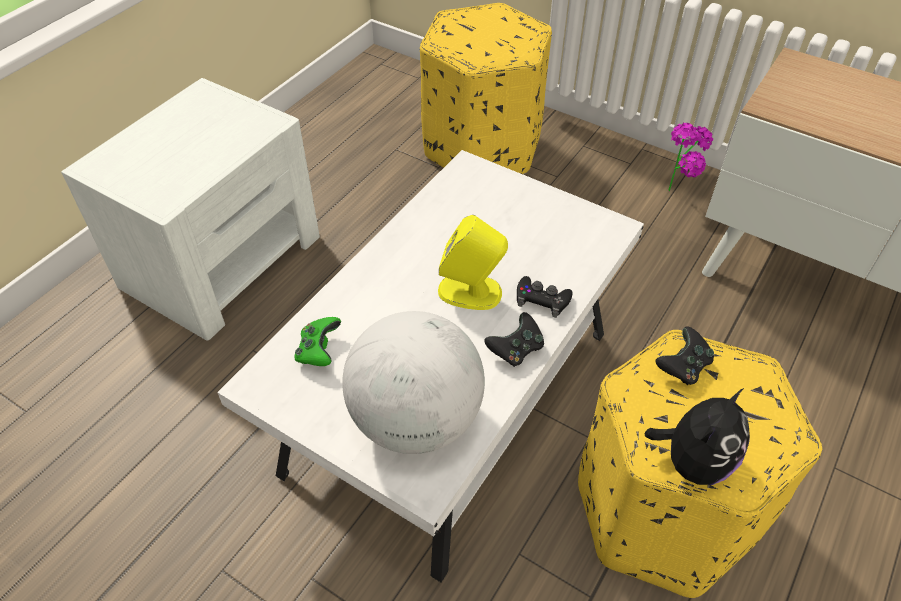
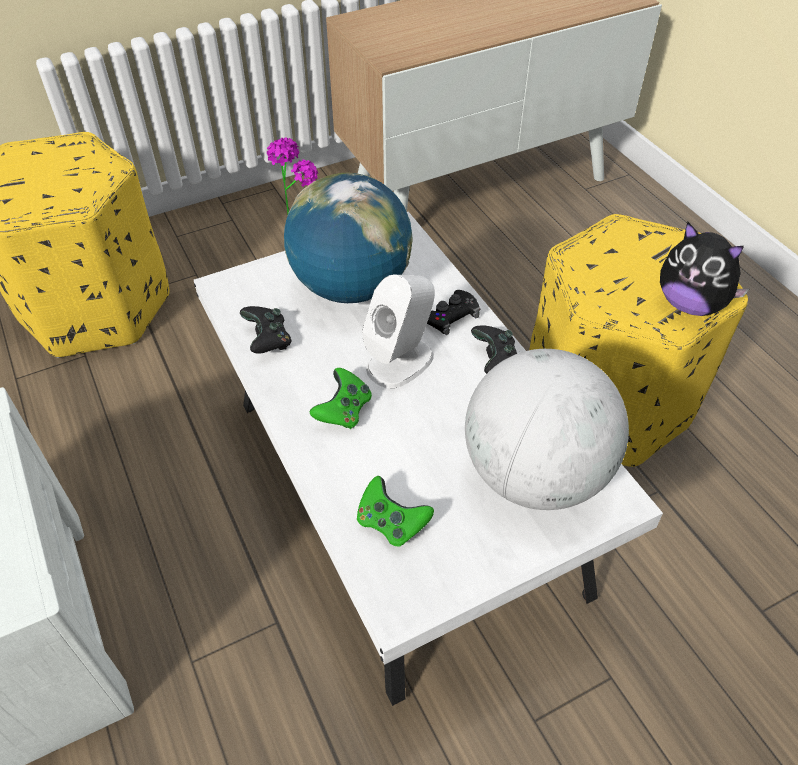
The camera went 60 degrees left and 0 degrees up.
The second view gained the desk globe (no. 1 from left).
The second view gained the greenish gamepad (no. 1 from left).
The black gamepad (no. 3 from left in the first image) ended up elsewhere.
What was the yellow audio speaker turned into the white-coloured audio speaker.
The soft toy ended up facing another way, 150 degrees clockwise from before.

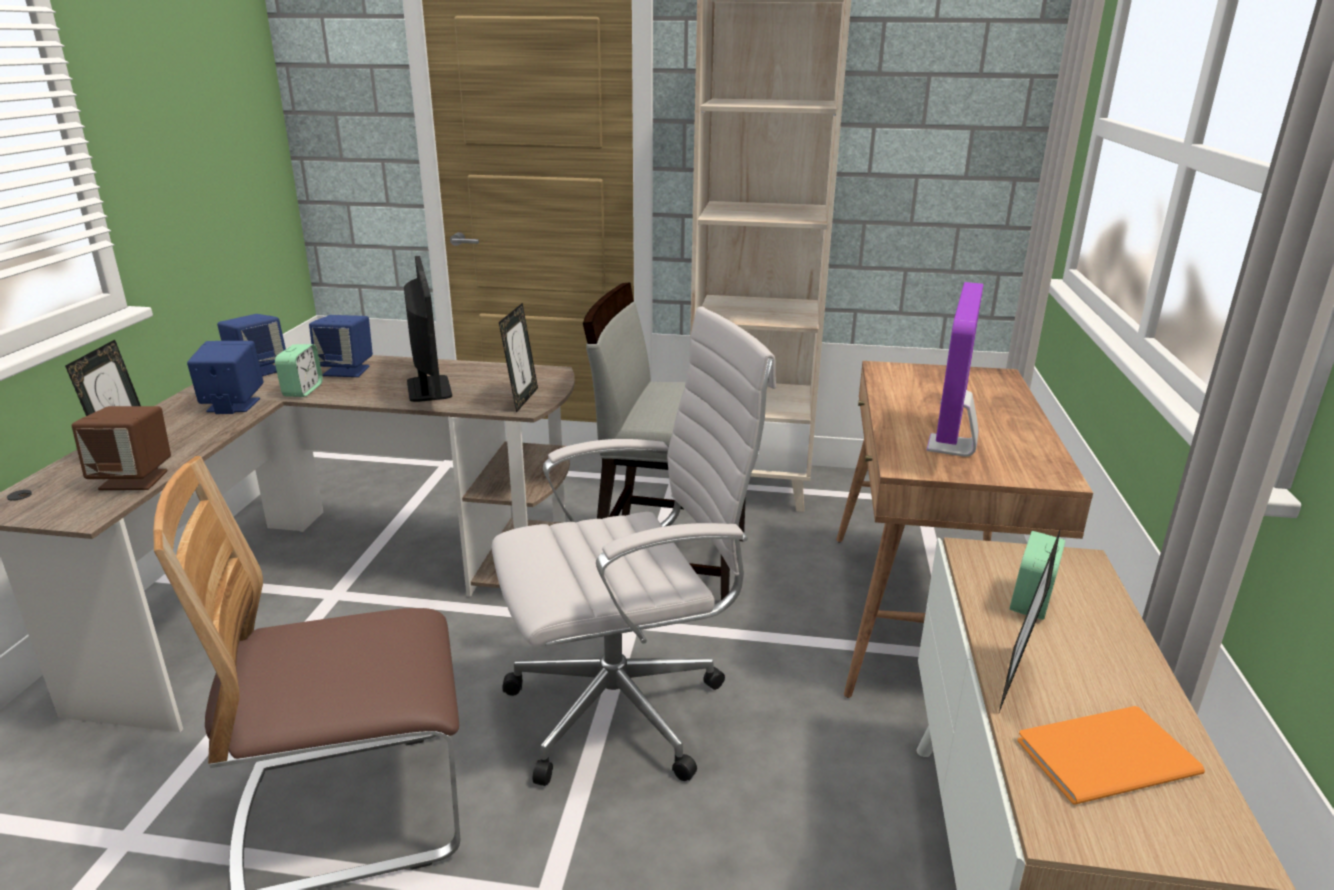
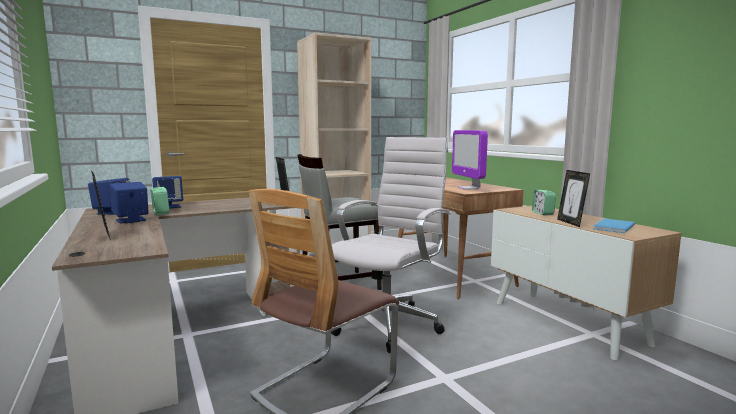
The camera went 35 degrees left and 15 degrees down.
The second view lost the brownish audio speaker.
The second view lost the computer display (no. 1 from left).
What was the orangey volume turned into the blue volume.

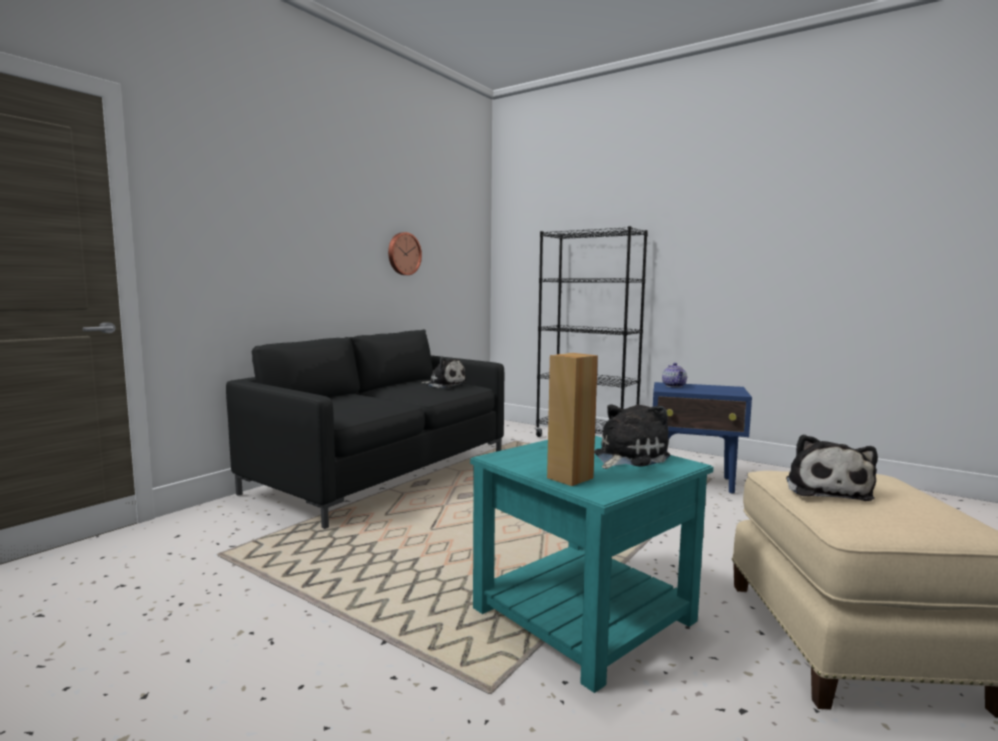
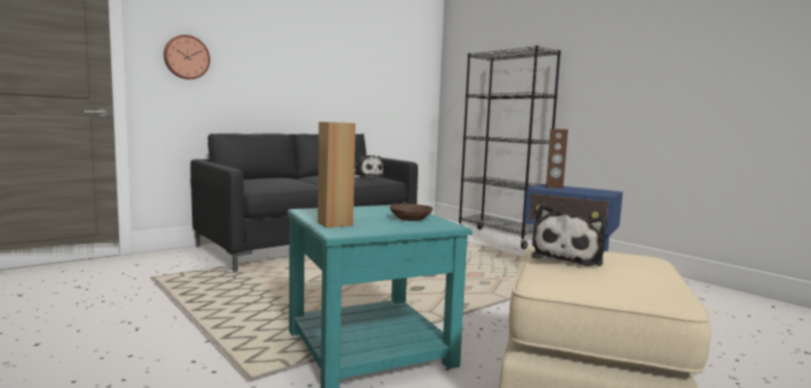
The camera went 15 degrees right and 0 degrees up.
The clock on the wall ended up elsewhere.
Where the soft toy (no. 2 from left) stood, the brownish deep dish came to stand.
Where the tea pot stood, the brownish audio speaker (no. 2 from left) came to stand.

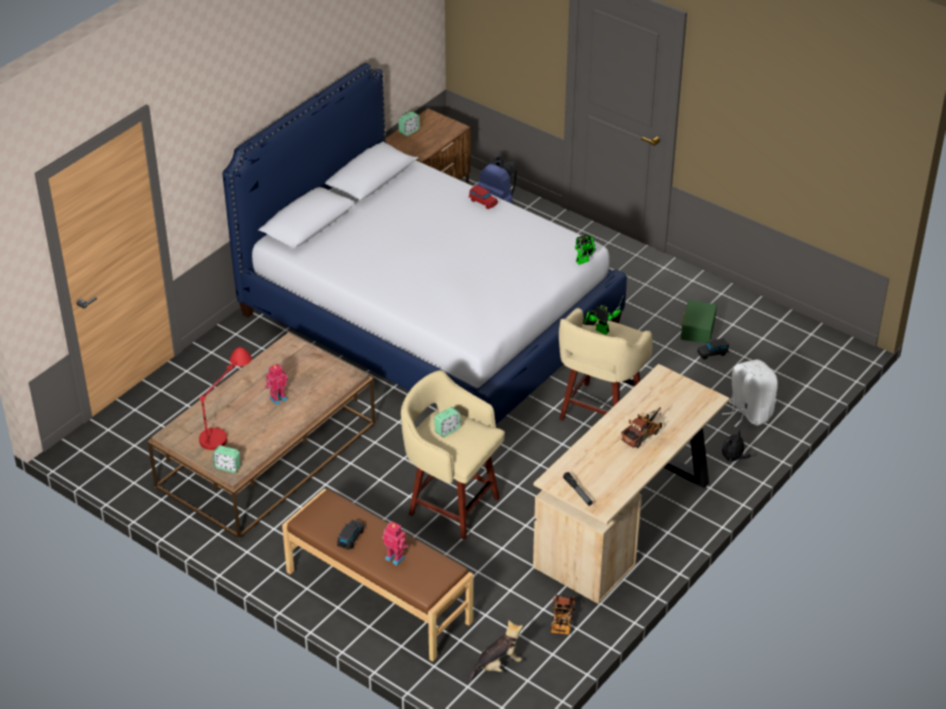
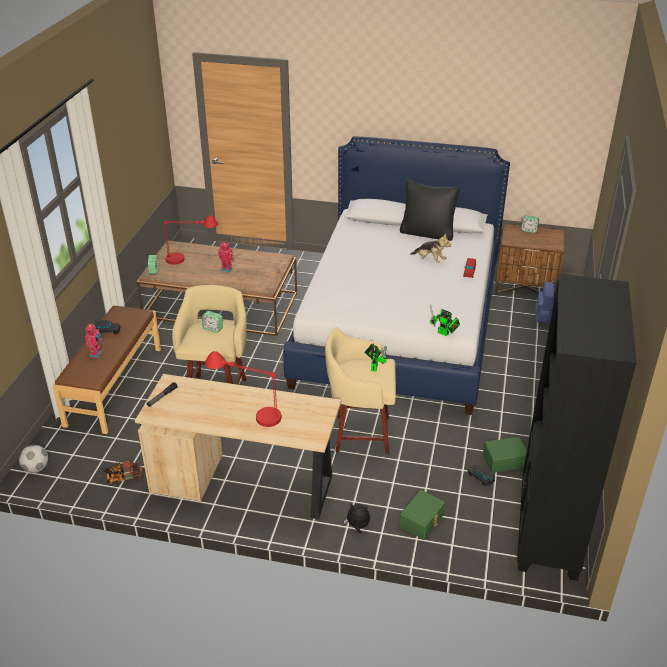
The camera went 65 degrees right and 5 degrees down.
The second view gained the football.
The second view gained the black cushion.
The second view gained the black bookshelf.
The soft toy (no. 1 from left in the first image) ended up elsewhere.
Where the toy truck (no. 2 from left) stood, the red-coloured lamp for a table (no. 2 from left) came to stand.
Where the white-coloured knapsack stood, the greenish storage container (no. 1 from left) came to stand.

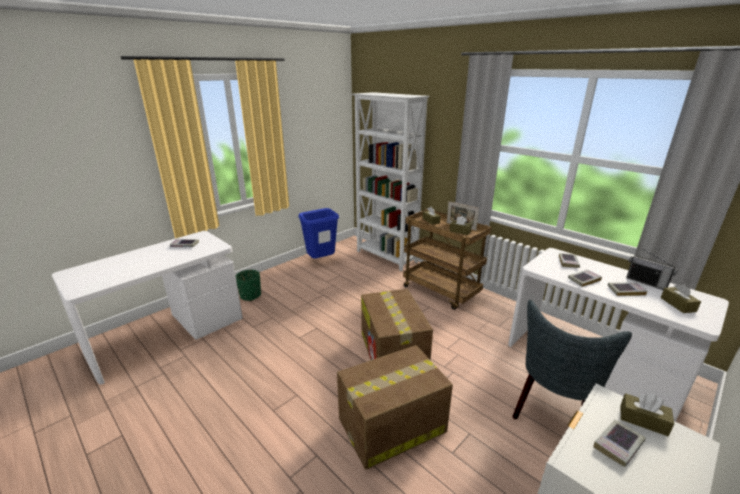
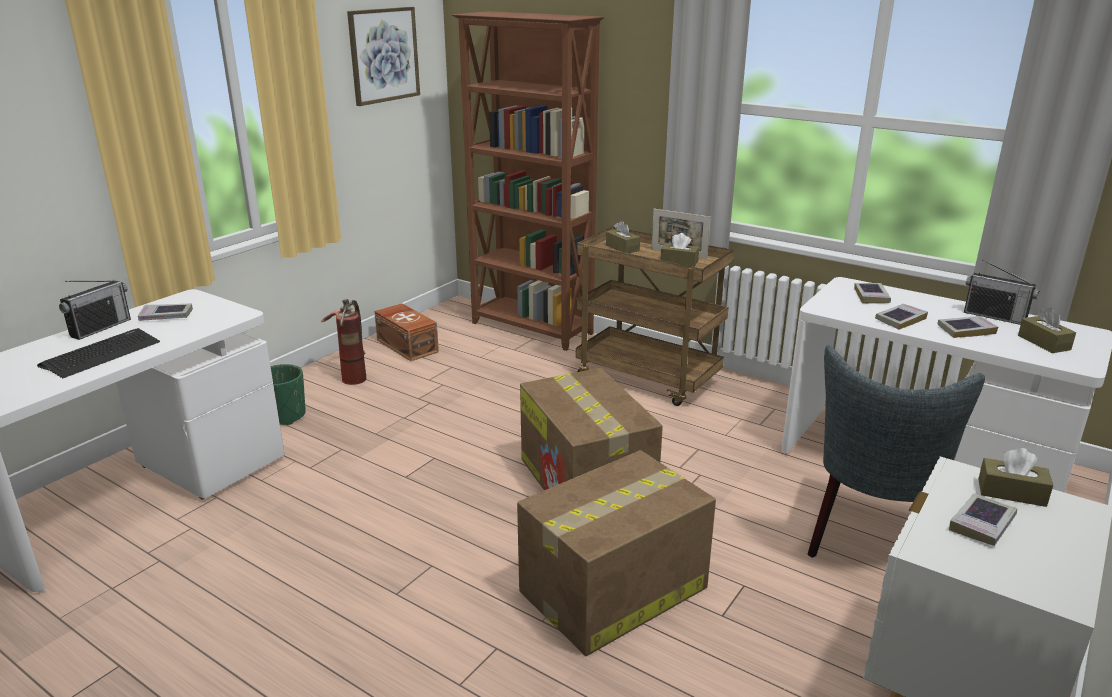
The camera went 10 degrees left and 0 degrees up.
The second view gained the computer keyboard.
The second view gained the radio set (no. 1 from left).
The second view gained the extinguisher.
The second view gained the wall picture.
Where the blue waste bin stood, the brownish storage container came to stand.
What was the white-coloured bookshelf turned into the brownish bookshelf.

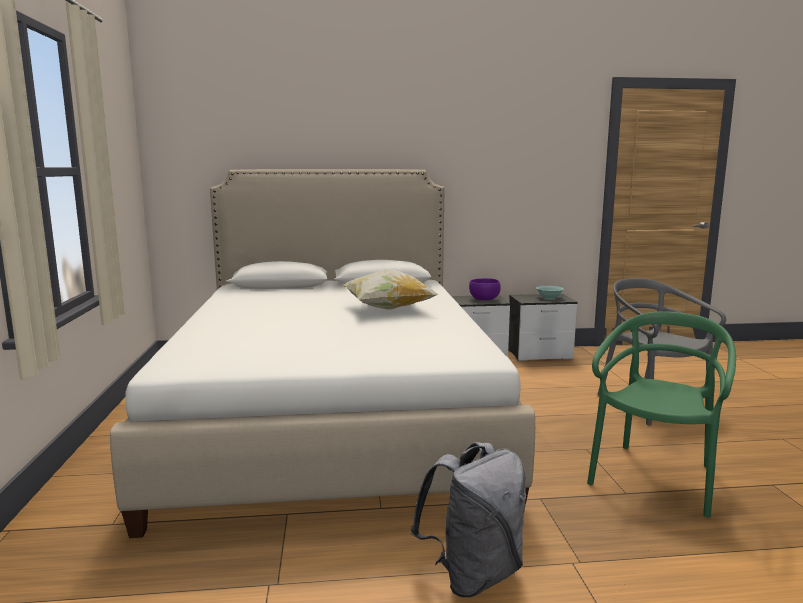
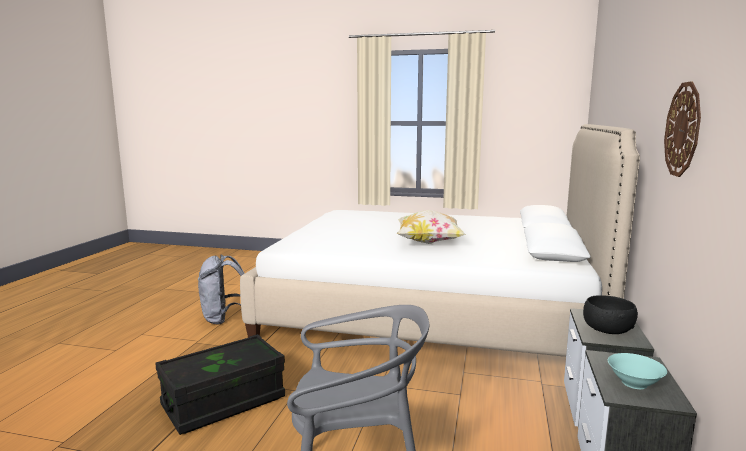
The camera went 110 degrees right and 0 degrees up.
The second view gained the clock on the wall.
Where the greenish plain chair stood, the black storage container came to stand.
What was the purplish deep dish turned into the black deep dish.

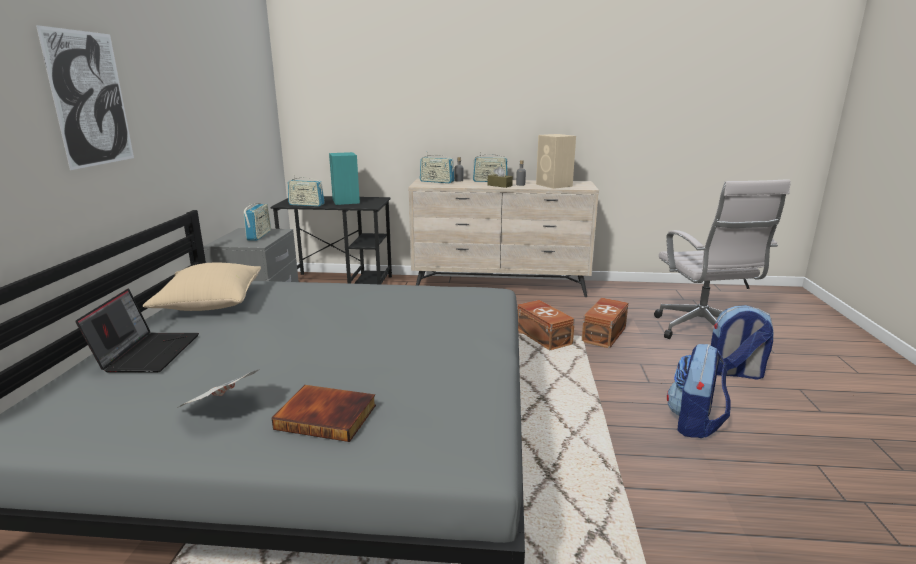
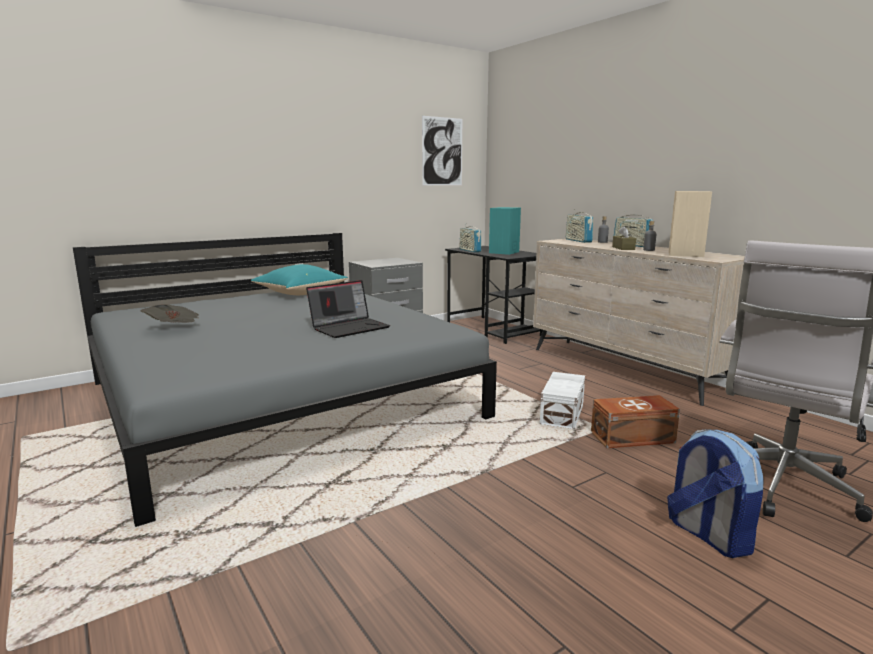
The camera went 50 degrees right and 5 degrees down.
The second view lost the radio set (no. 1 from left).
The second view lost the volume.
The second view lost the knapsack (no. 1 from left).
The wall picture ended up elsewhere.
The notebook computer ended up elsewhere.
What was the beige cushion turned into the turquoise cushion.
What was the brownish storage container (no. 1 from left) turned into the white-coloured storage container.

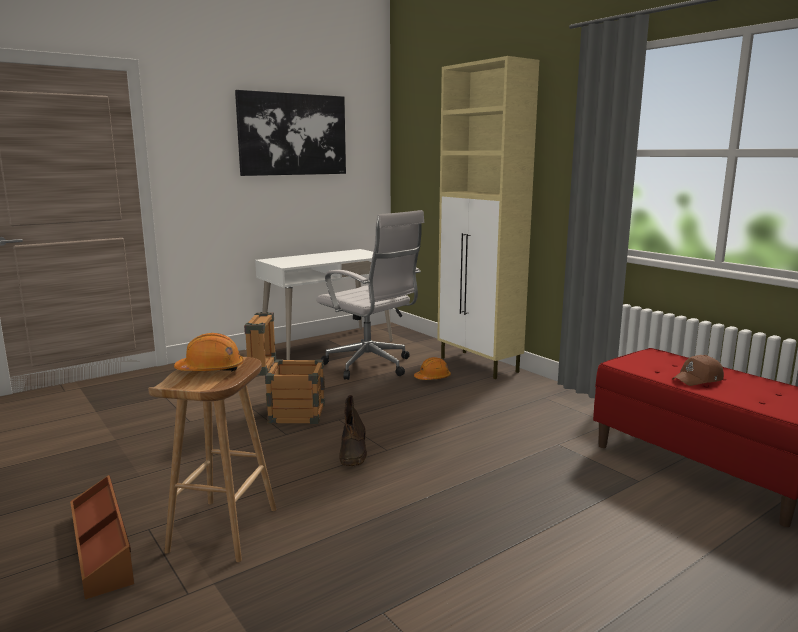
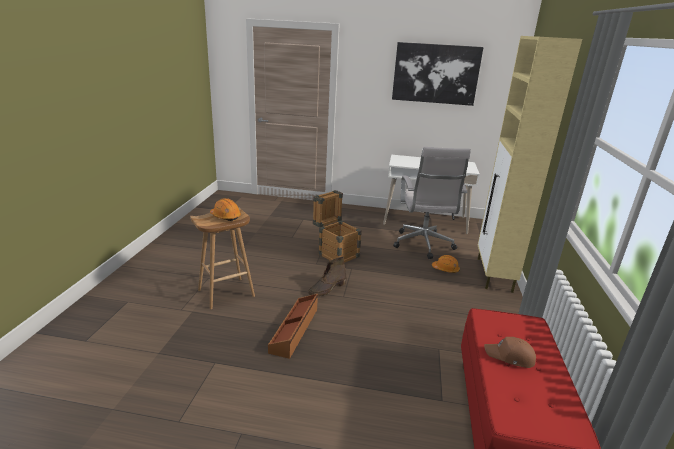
The camera went 45 degrees right and 10 degrees up.
The brownish storage container ended up elsewhere.

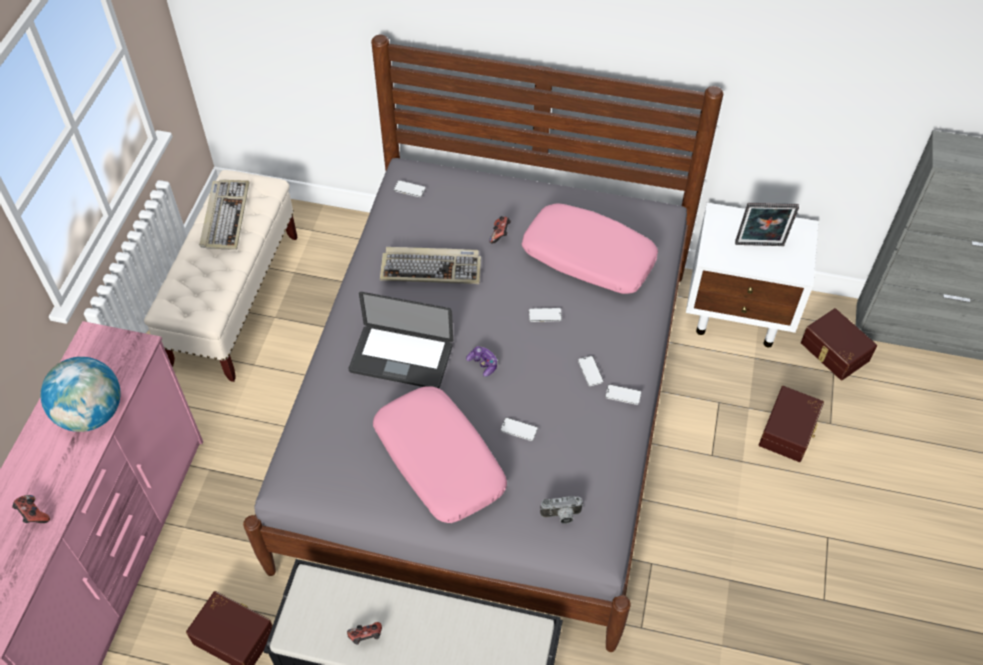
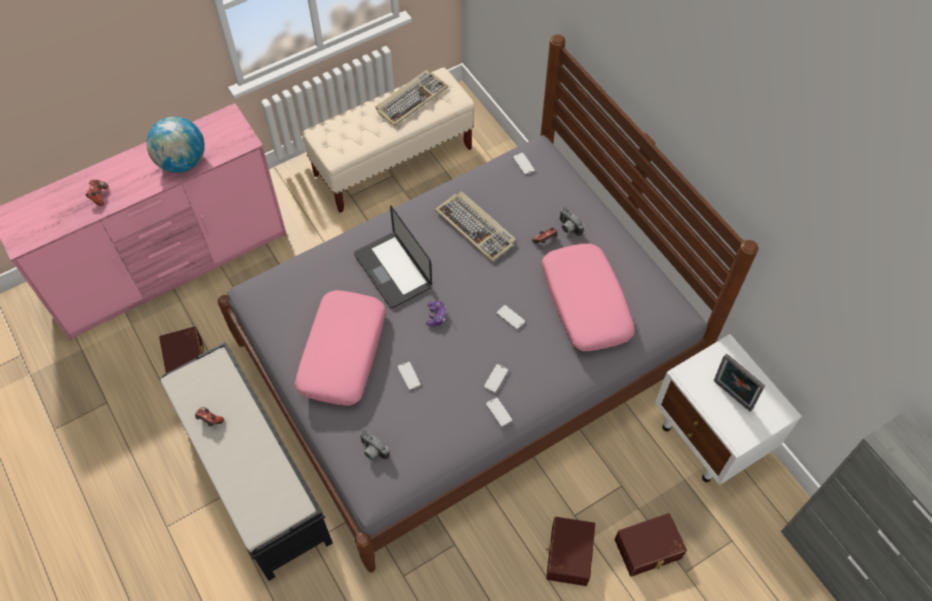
The camera went 45 degrees right and 5 degrees up.
The second view gained the still camera (no. 2 from left).
The brownish storage container (no. 3 from left in the first image) ended up elsewhere.

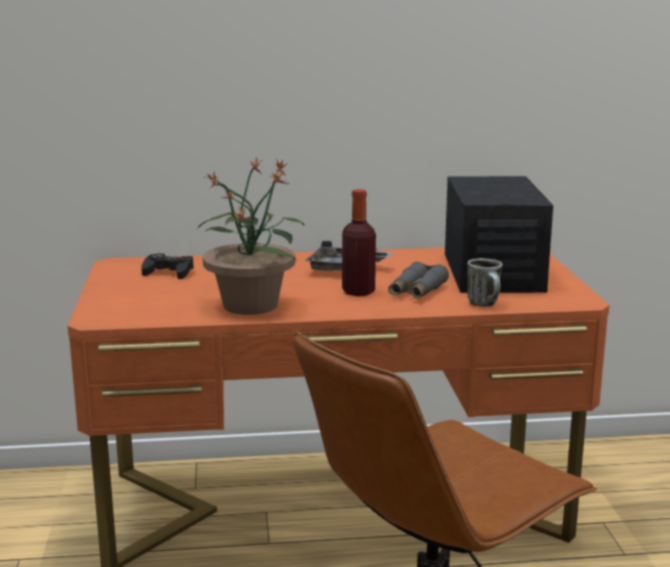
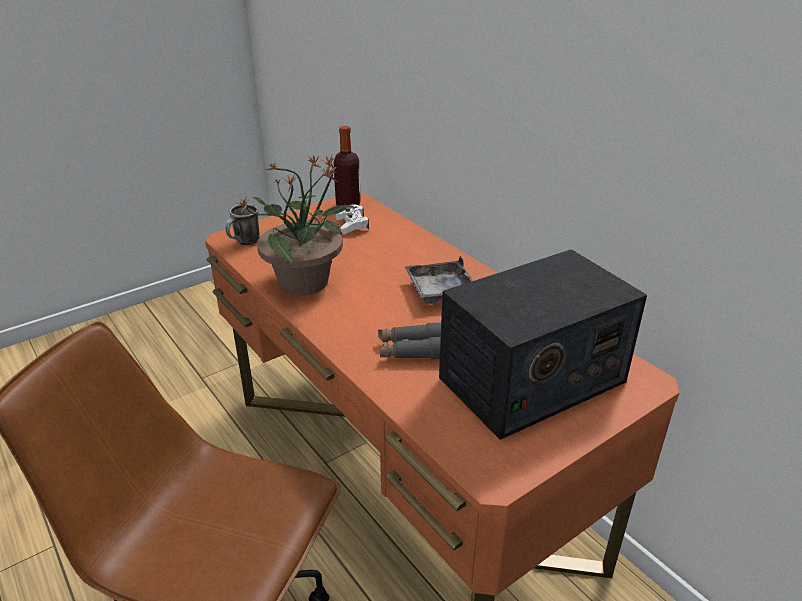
The camera went 60 degrees right and 15 degrees up.
The beverage bottle ended up elsewhere.
The mug ended up elsewhere.
What was the black gamepad turned into the white-coloured gamepad.

